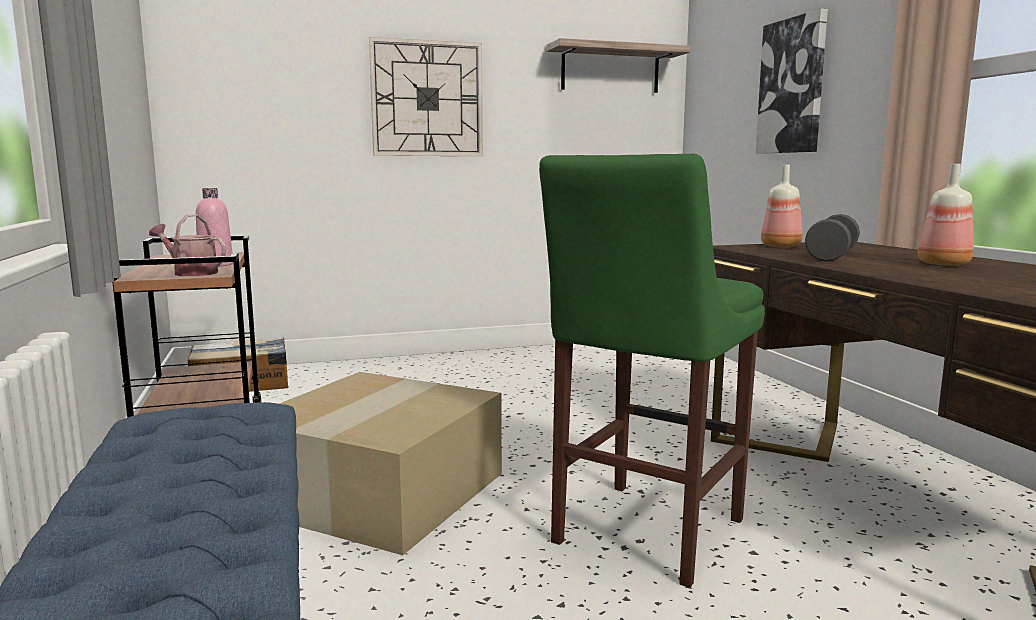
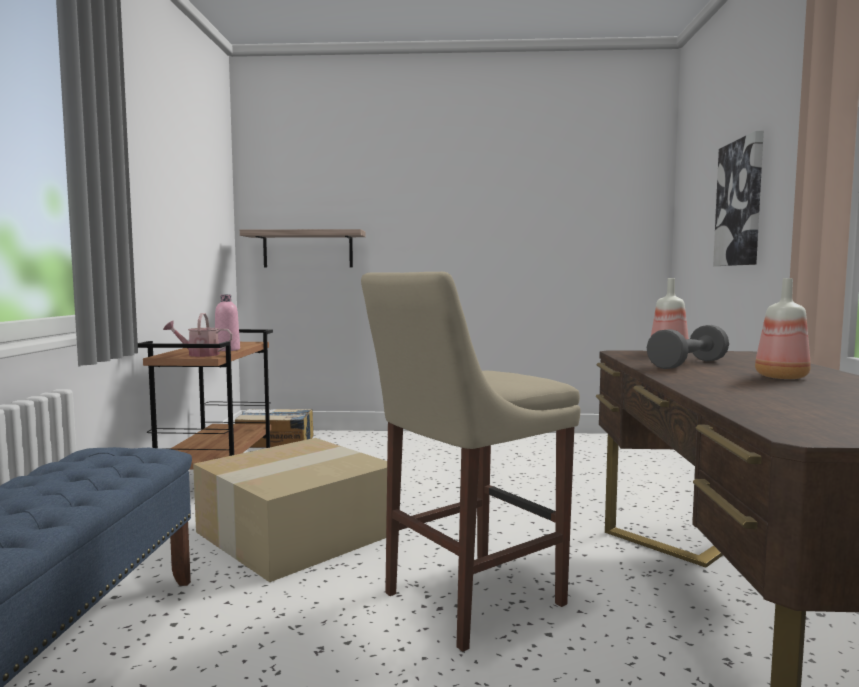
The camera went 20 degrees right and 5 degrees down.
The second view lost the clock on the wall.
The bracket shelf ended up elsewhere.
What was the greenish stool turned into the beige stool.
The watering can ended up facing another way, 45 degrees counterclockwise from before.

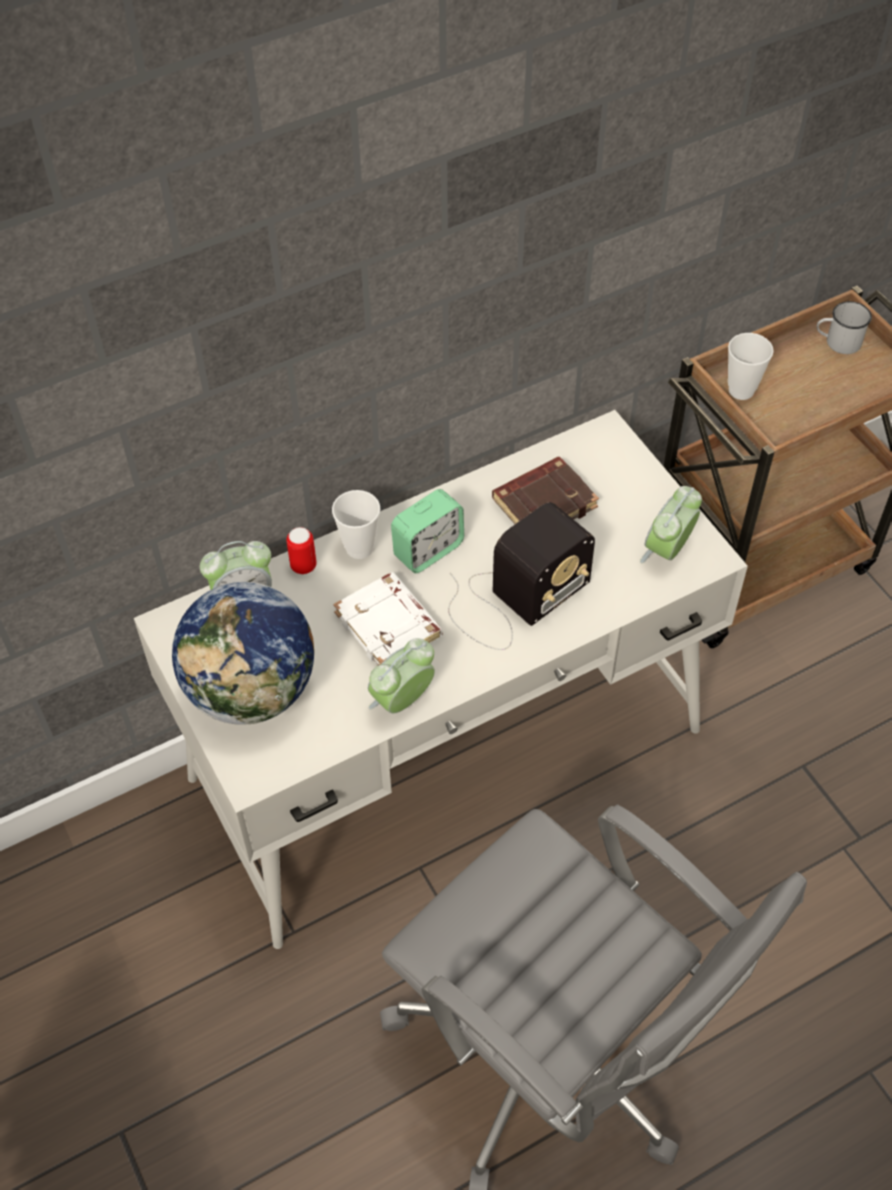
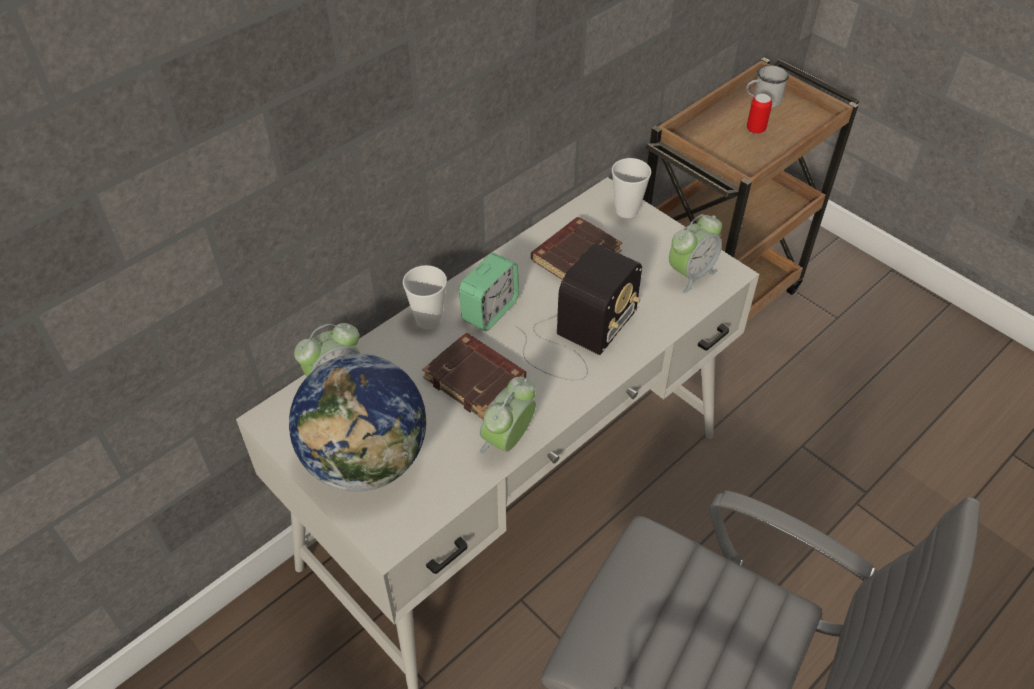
The camera went 15 degrees left and 5 degrees down.
The metal can ended up elsewhere.
The cup (no. 2 from left) ended up elsewhere.
What was the white-coloured volume turned into the brownish volume (no. 1 from left).
The bedside clock (no. 4 from left) ended up facing another way, 150 degrees counterclockwise from before.

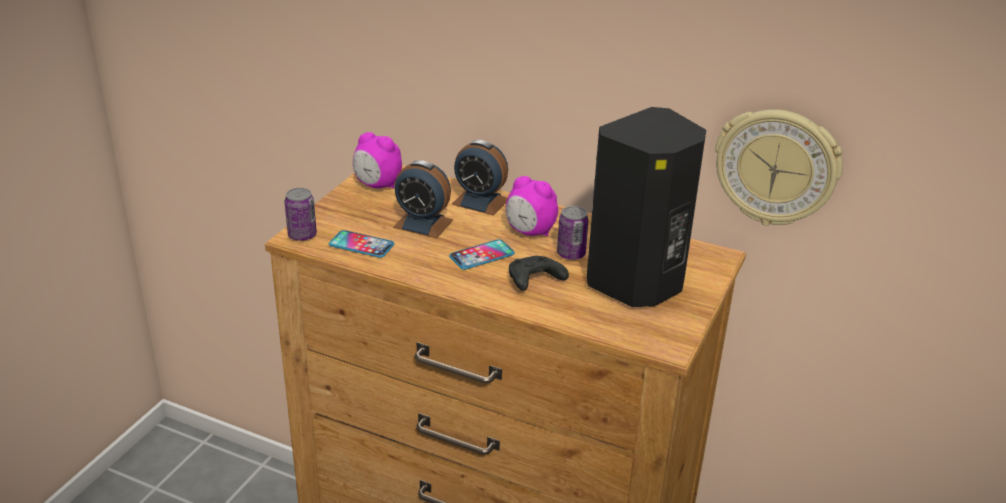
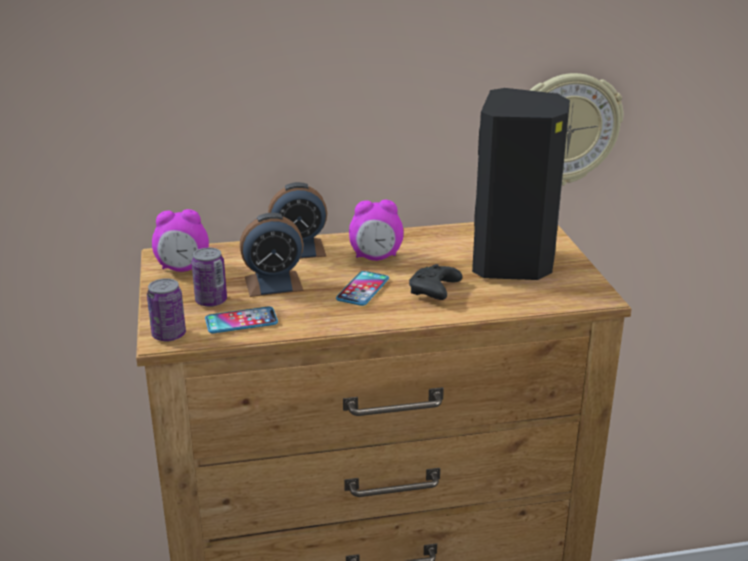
The camera went 35 degrees left and 5 degrees down.
The metal can (no. 2 from left) ended up elsewhere.

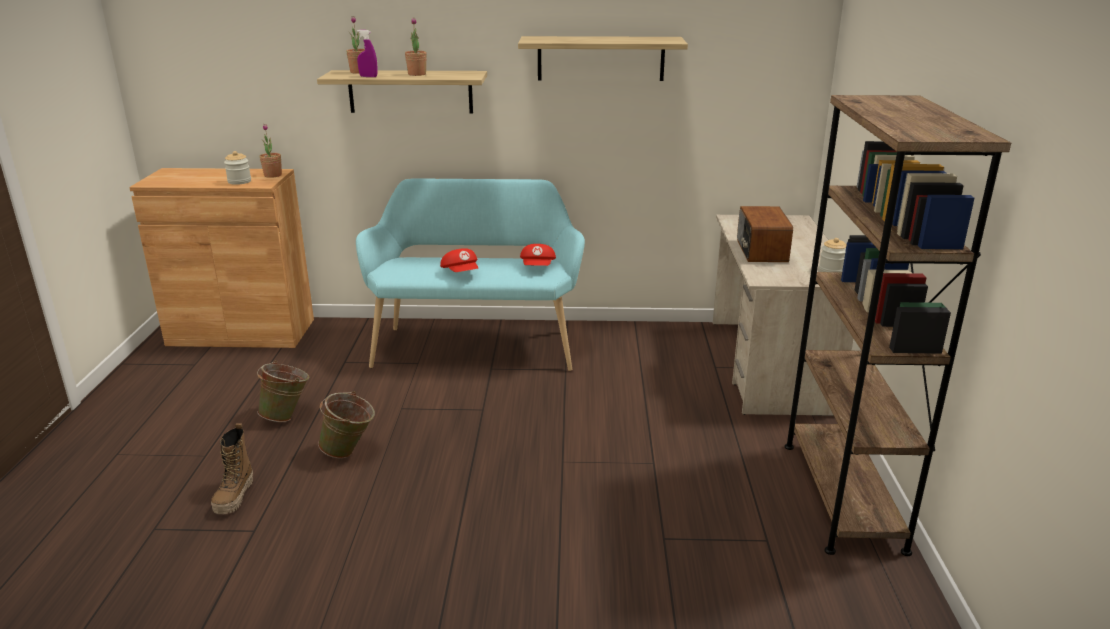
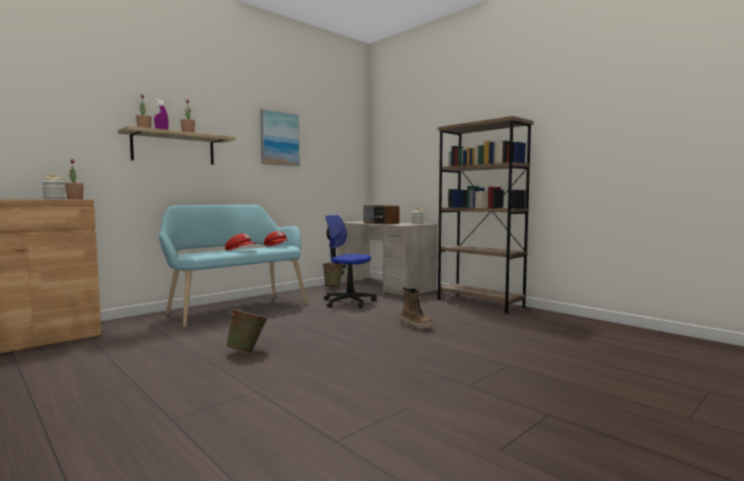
The camera went 45 degrees left and 20 degrees down.
The second view gained the computer chair.
The boot ended up elsewhere.
The greenish pail (no. 1 from left in the first image) ended up elsewhere.
Where the bracket shelf (no. 2 from left) hung, the wall picture came to hang.

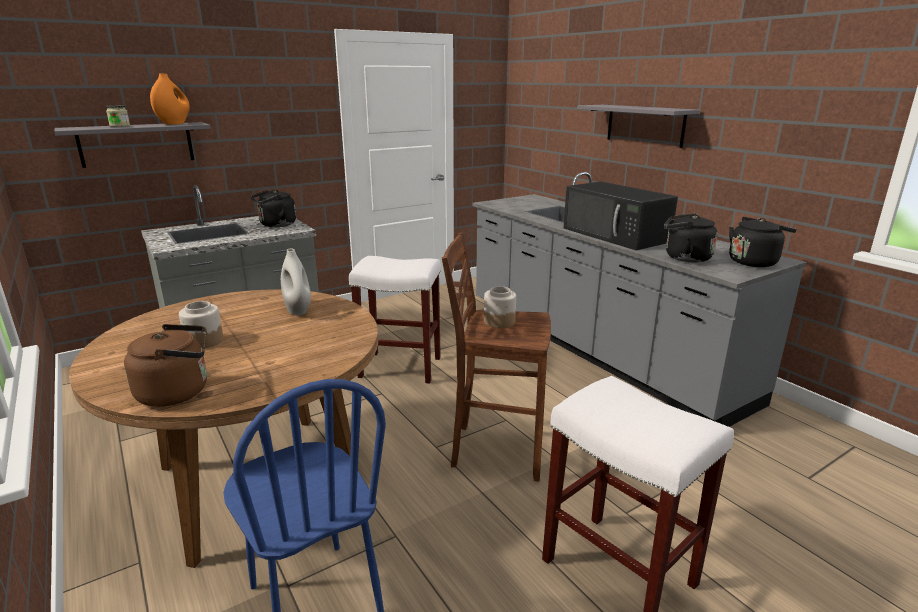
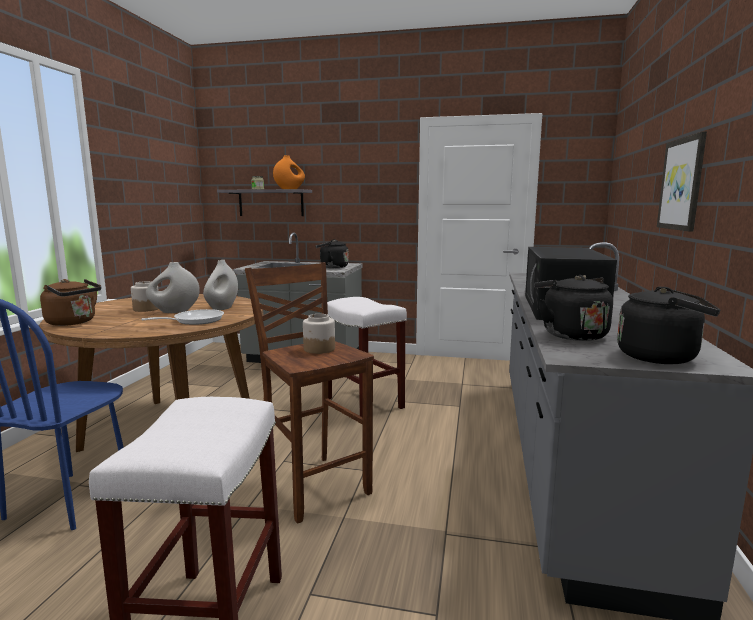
The camera went 45 degrees right and 10 degrees down.
The second view gained the pan.
The second view gained the white-coloured vase (no. 1 from left).
Where the gray bracket shelf (no. 2 from left) hung, the wall picture came to hang.

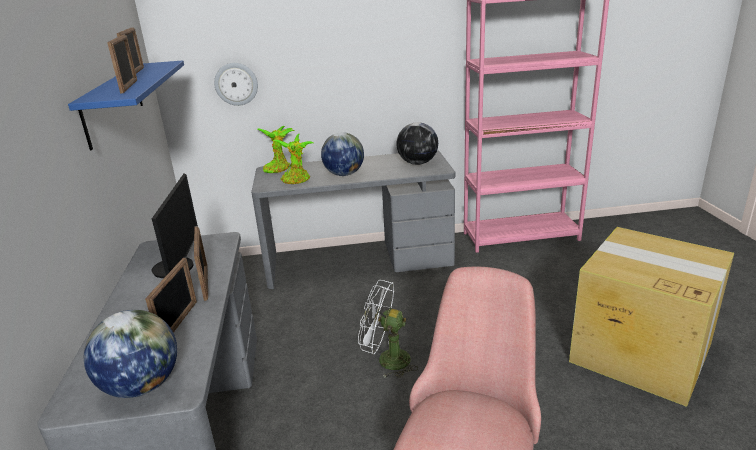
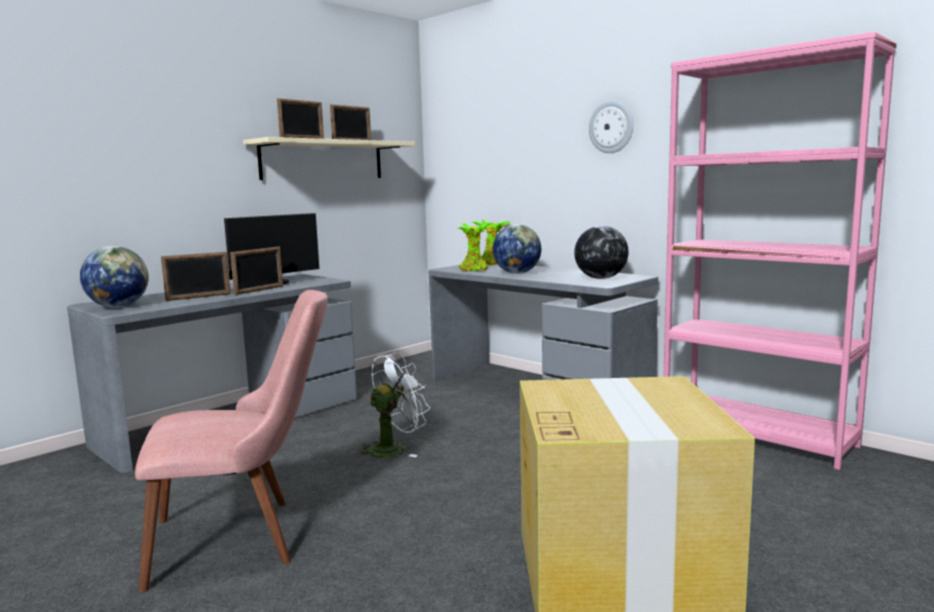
The camera went 50 degrees right and 15 degrees down.
The clock on the wall ended up elsewhere.
What was the blue bracket shelf turned into the beige bracket shelf.
The white-coloured electric fan ended up facing another way, 75 degrees clockwise from before.

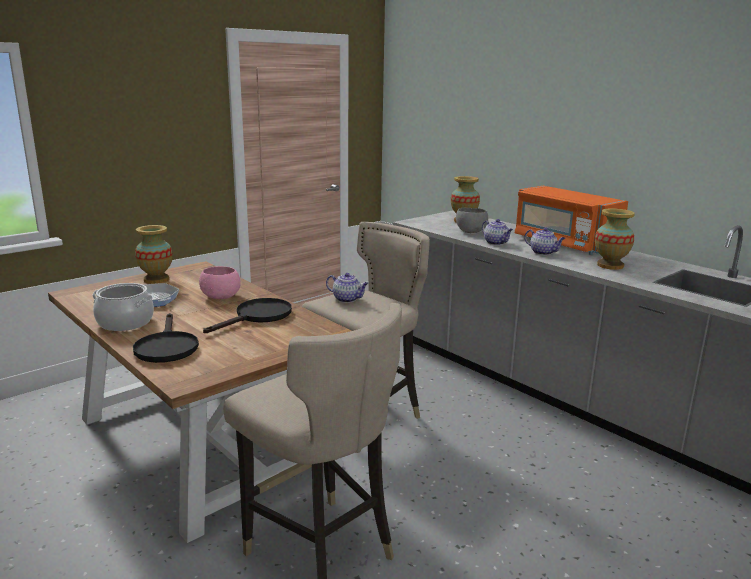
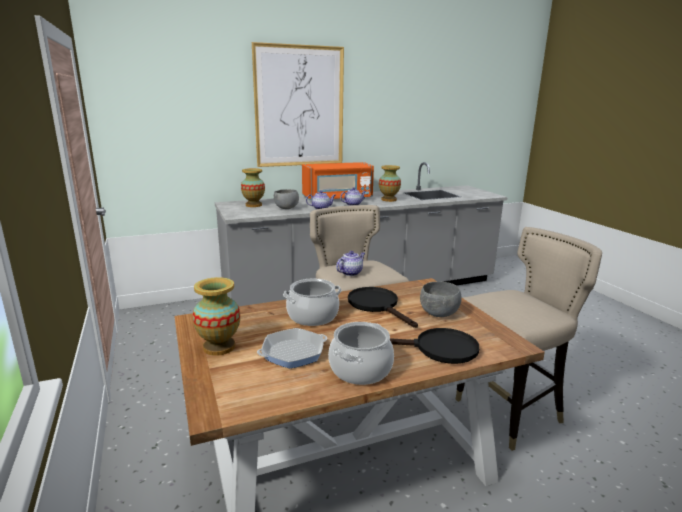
The camera went 70 degrees left and 0 degrees up.
The second view gained the wall picture.
The second view gained the gray deep dish (no. 2 from left).
Where the pink-coloured deep dish stood, the saucepot (no. 1 from left) came to stand.

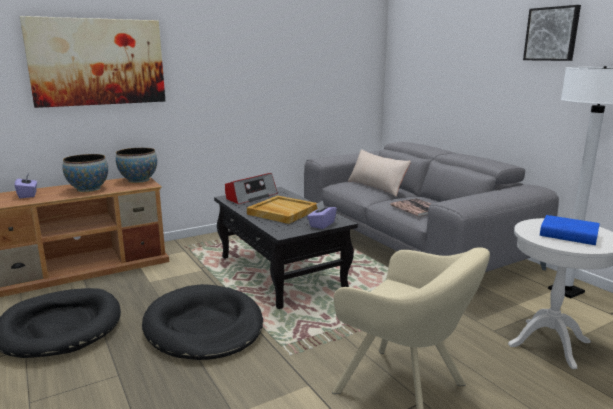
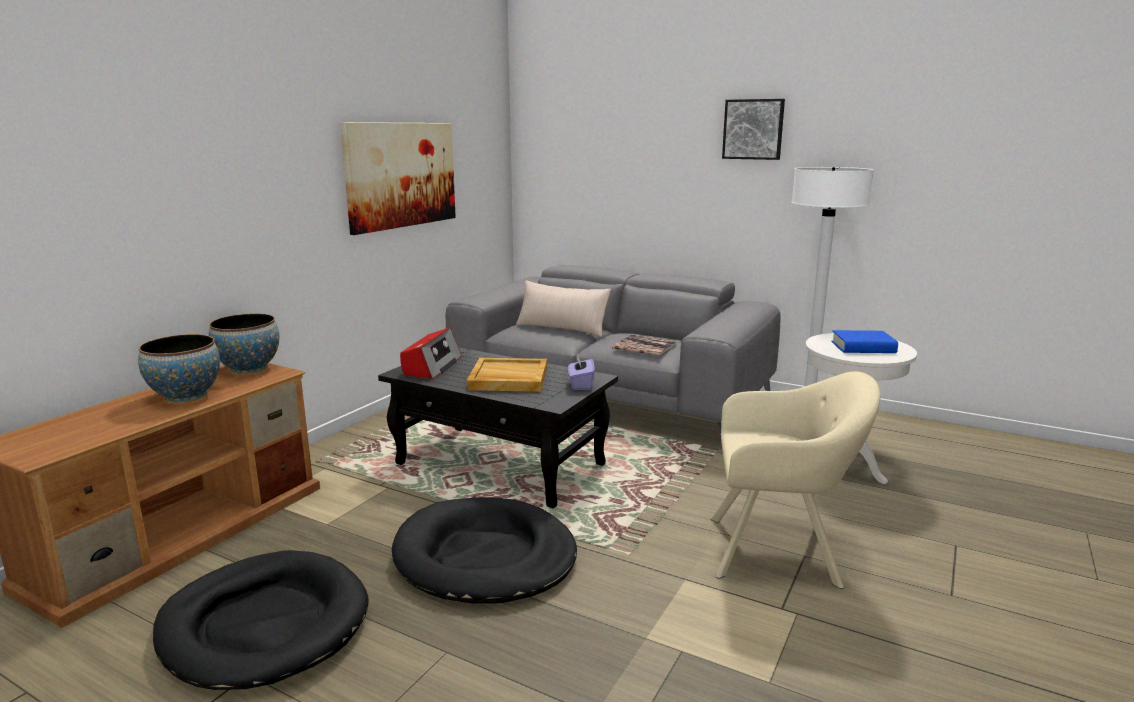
The camera went 30 degrees left and 0 degrees up.
The second view lost the purplish tissue box (no. 1 from left).
The wall picture (no. 1 from left) ended up elsewhere.

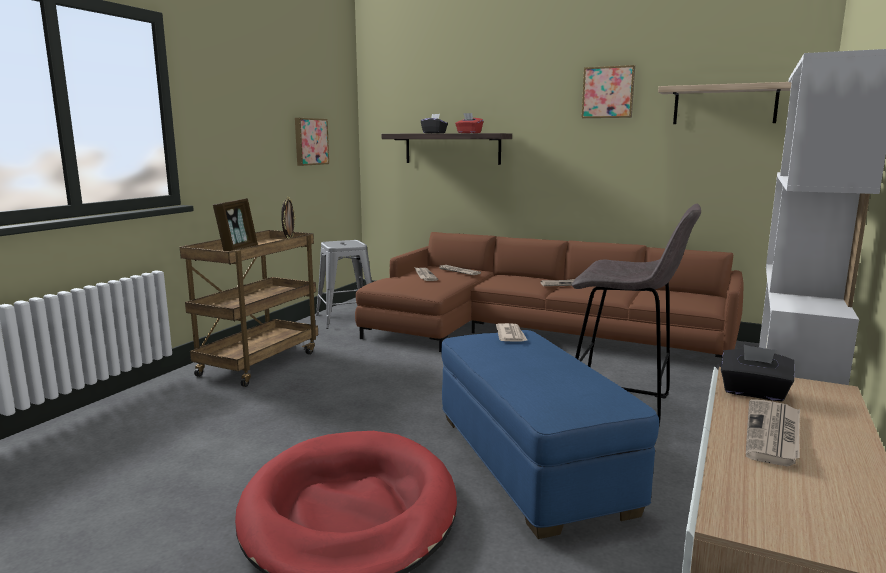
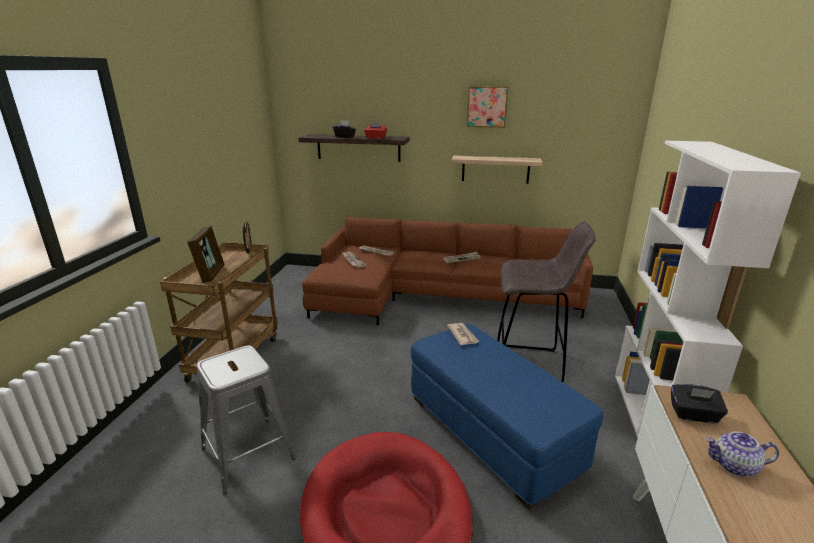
The camera went 15 degrees left and 10 degrees up.
The second view lost the wall picture (no. 1 from left).
The gray stool (no. 1 from left) ended up elsewhere.
The bracket shelf (no. 2 from left) ended up elsewhere.
Where the printed paper (no. 5 from left) stood, the tea pot came to stand.

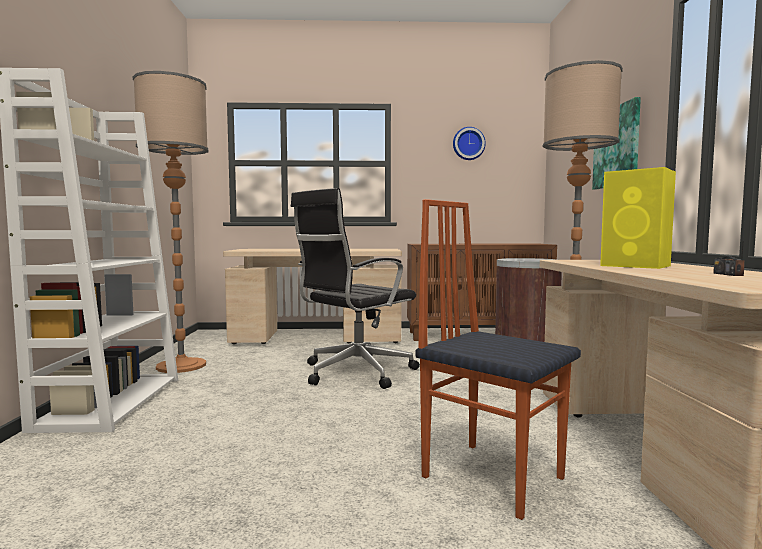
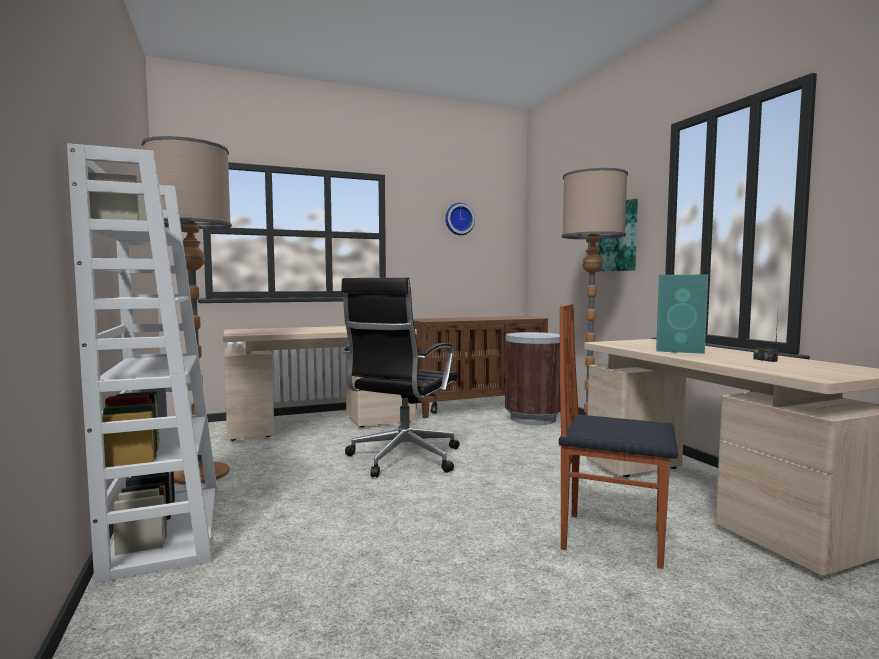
The camera went 20 degrees left and 0 degrees up.
What was the yellow audio speaker turned into the turquoise audio speaker.

